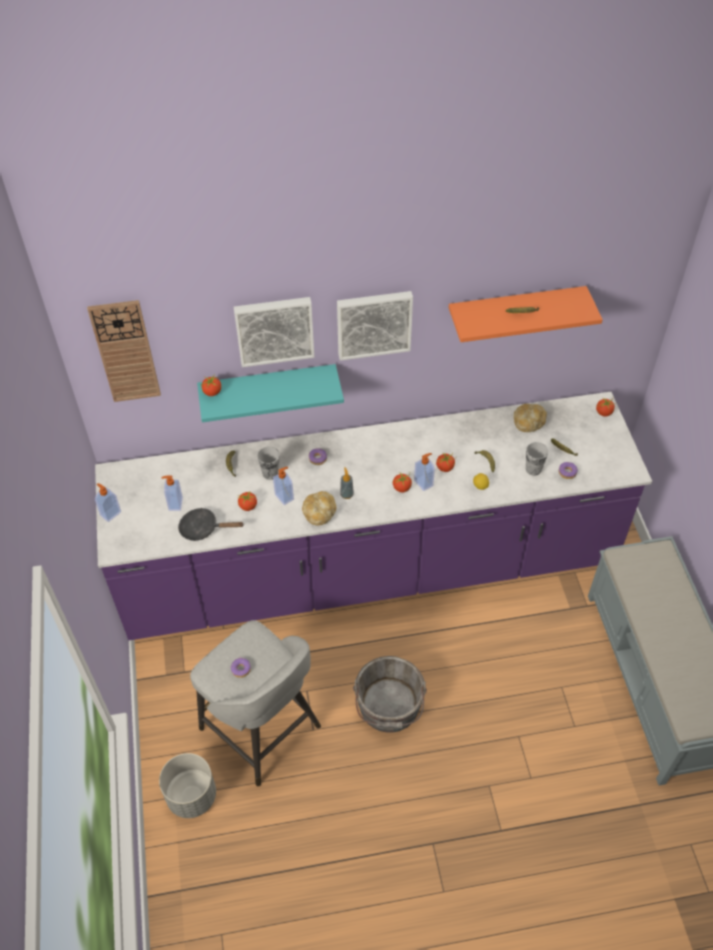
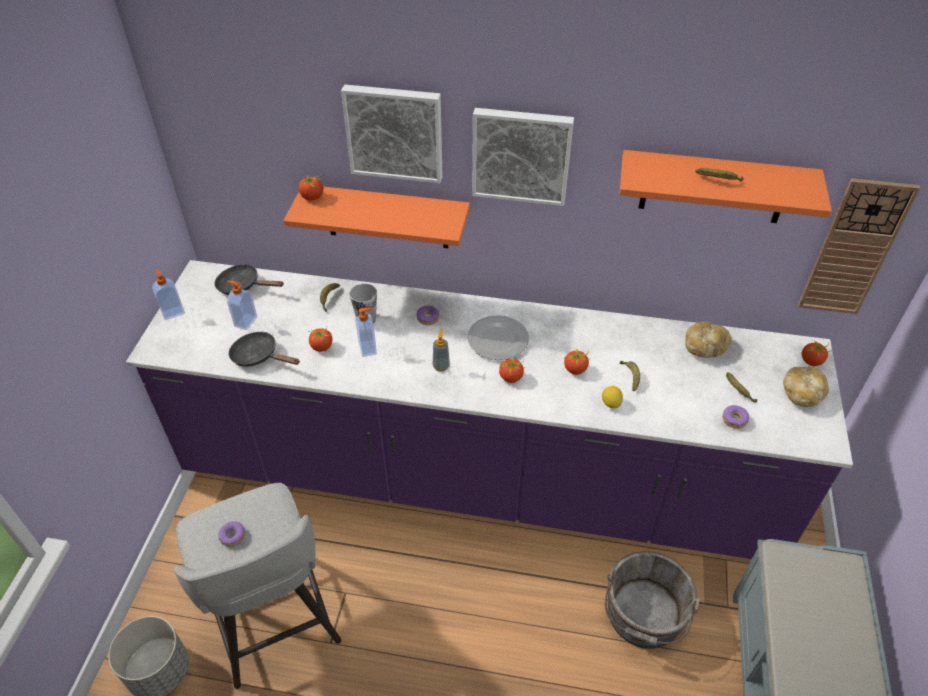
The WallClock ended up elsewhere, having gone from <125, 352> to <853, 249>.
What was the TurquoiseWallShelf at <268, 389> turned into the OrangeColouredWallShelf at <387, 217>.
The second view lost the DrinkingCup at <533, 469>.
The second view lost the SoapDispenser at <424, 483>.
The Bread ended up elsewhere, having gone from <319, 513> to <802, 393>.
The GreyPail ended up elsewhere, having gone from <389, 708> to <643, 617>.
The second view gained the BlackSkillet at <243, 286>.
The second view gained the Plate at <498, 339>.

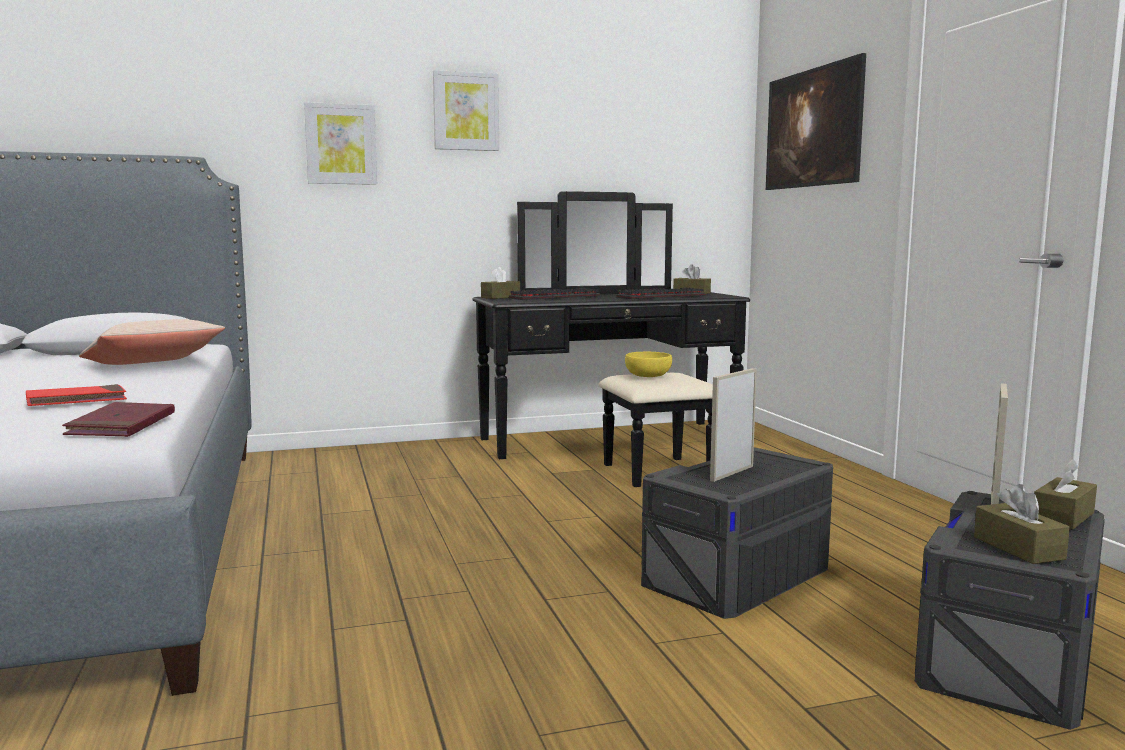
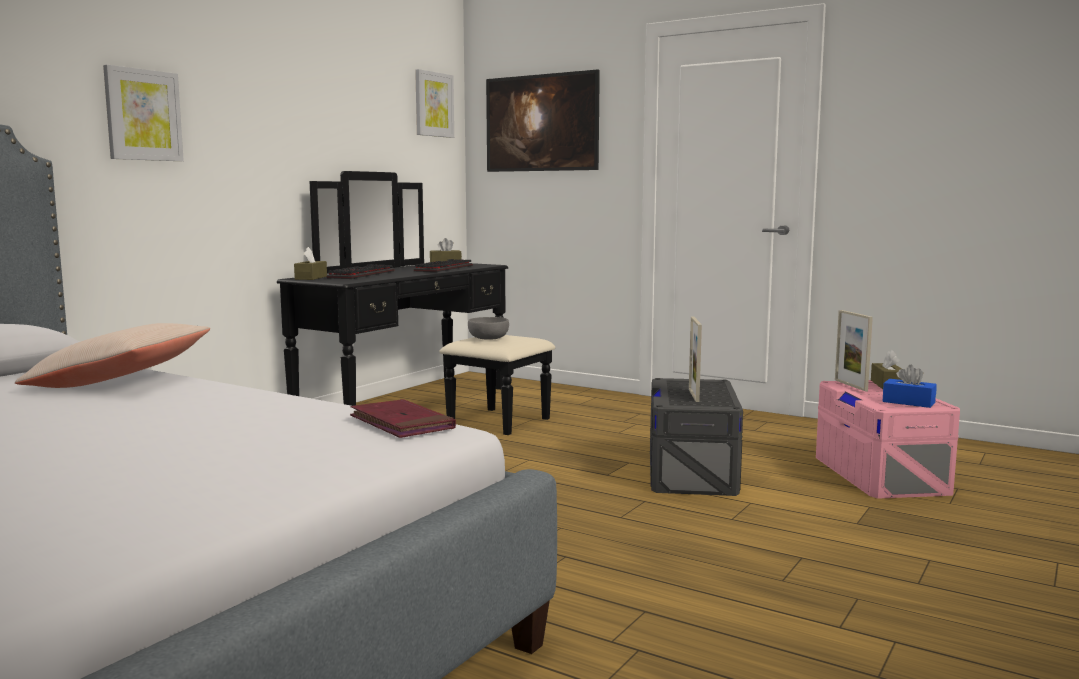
The Picture ended up elsewhere, having gone from <466, 111> to <433, 104>.
What was the YellowishBowl at <647, 375> turned into the GreyBowl at <488, 338>.
The second view lost the ReddishBoundBook at <76, 400>.
What was the BrownTissueHolder at <1018, 548> turned into the BluishTissueHolder at <908, 402>.
What was the GreyStorageBox at <1007, 658> turned into the PinkColouredStorageBox at <880, 474>.

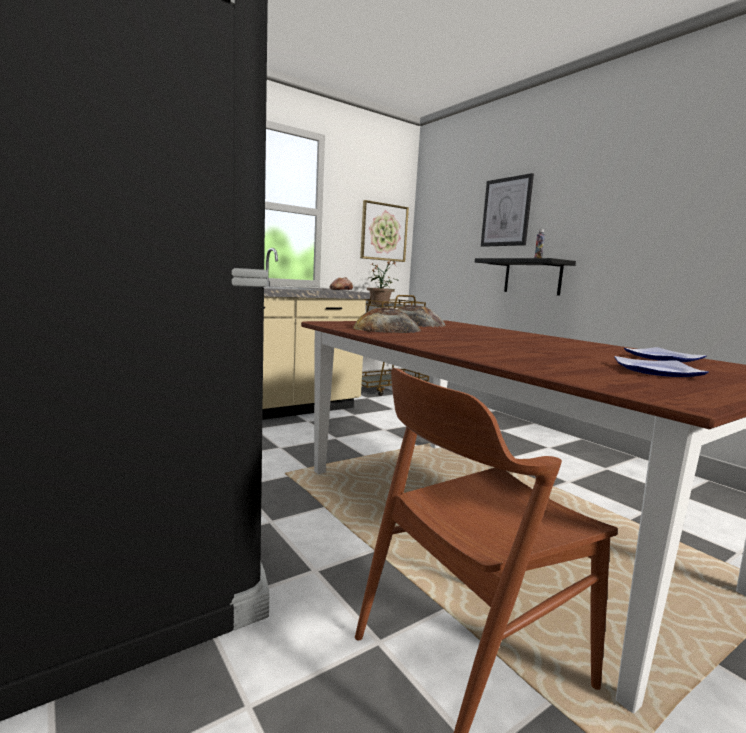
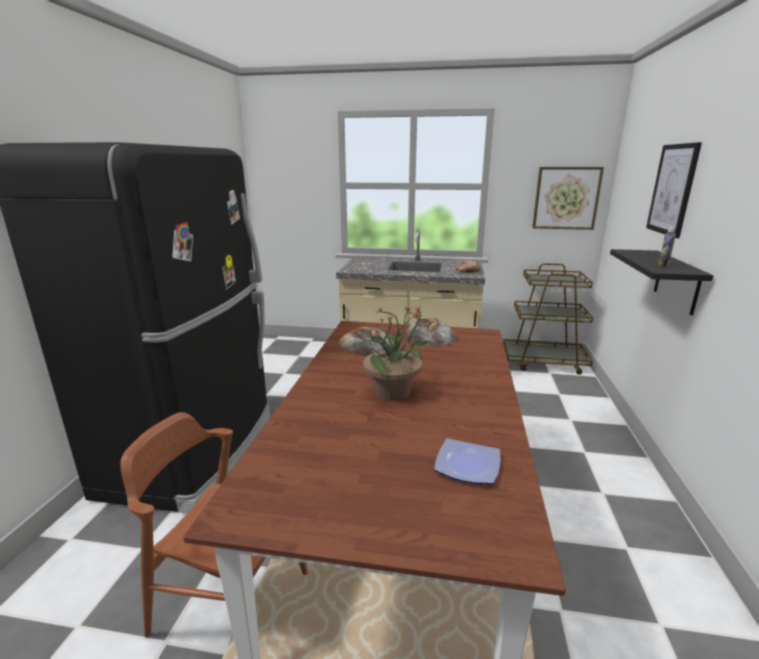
The PottedPlant ended up elsewhere, having gone from <380, 304> to <393, 392>.
The second view lost the Plate at <657, 371>.

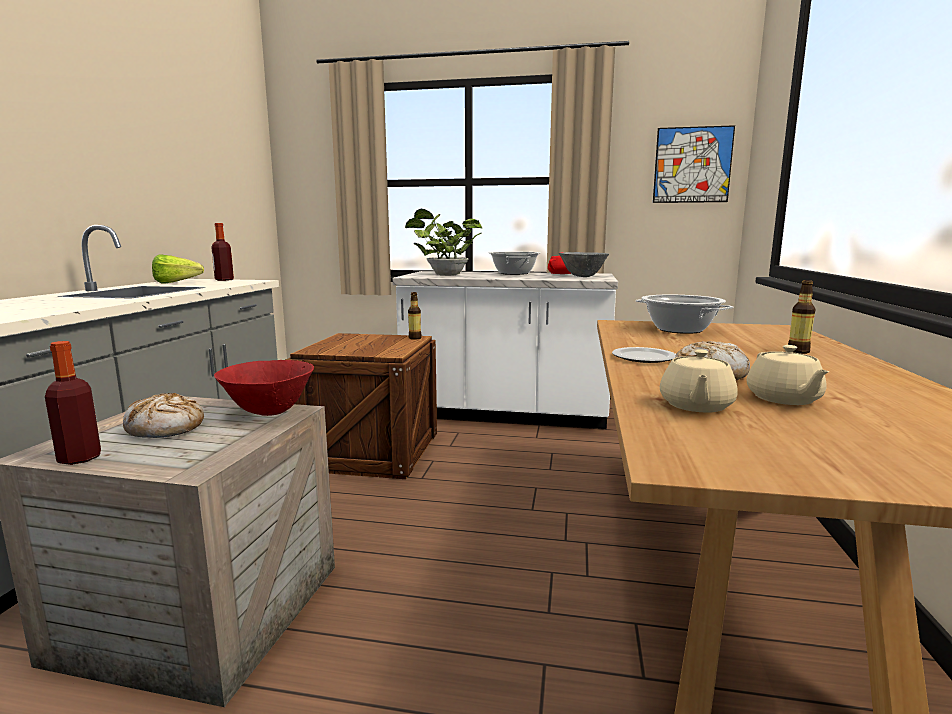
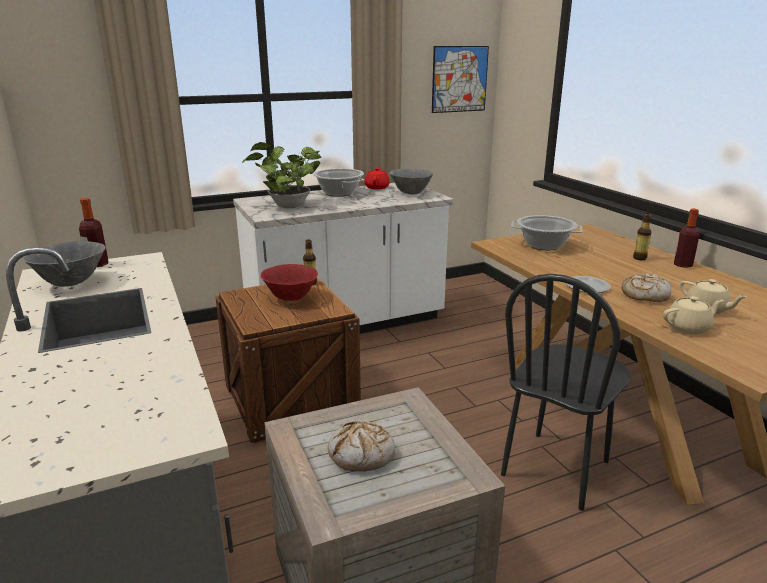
Where the LettuceHead stood at <180, 283>, the GreyBowl came to stand at <71, 284>.
The DrinkBottle ended up elsewhere, having gone from <79, 458> to <683, 265>.
The BeigeColouredTeapot at <695, 406> ended up facing another way, 90 degrees counterclockwise from before.
The ReddishBowl ended up elsewhere, having gone from <269, 412> to <290, 298>.
The second view gained the BlackChair at <556, 468>.

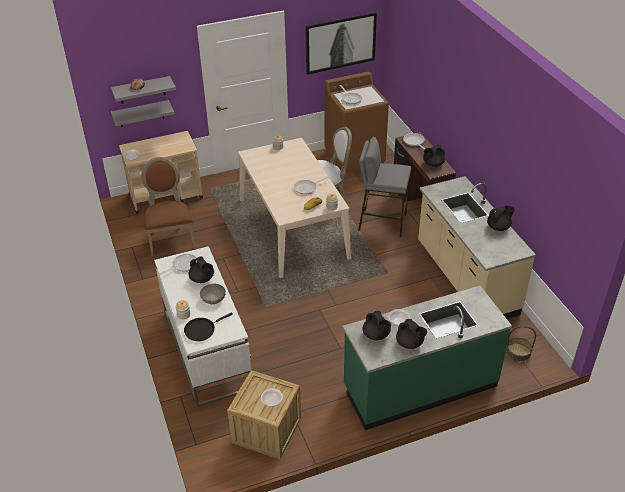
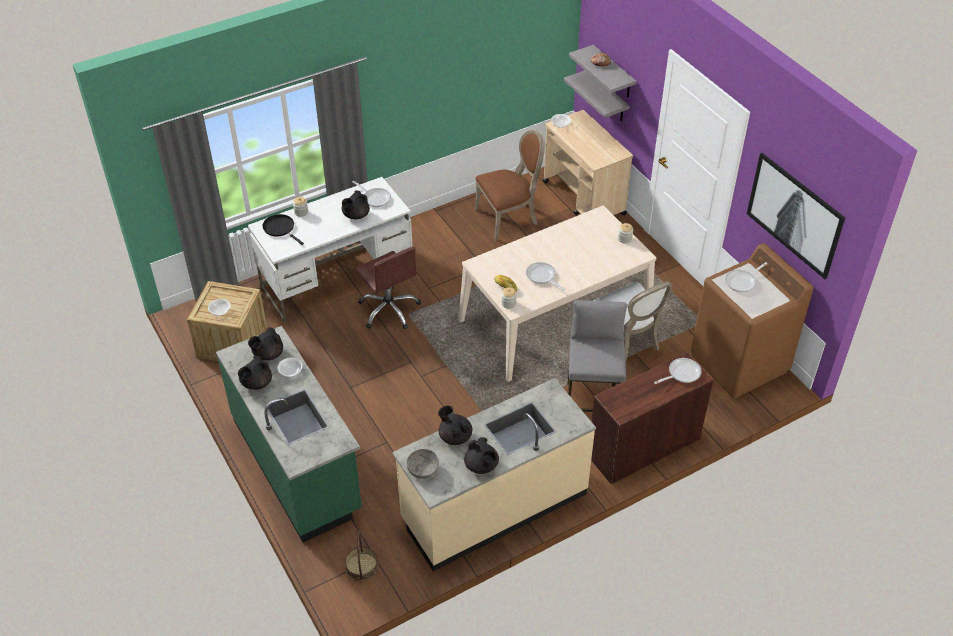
The BlackTeapot ended up elsewhere, having gone from <433, 164> to <455, 436>.
The GreyBowl ended up elsewhere, having gone from <213, 299> to <423, 469>.
The second view gained the BrownComputerChair at <389, 309>.

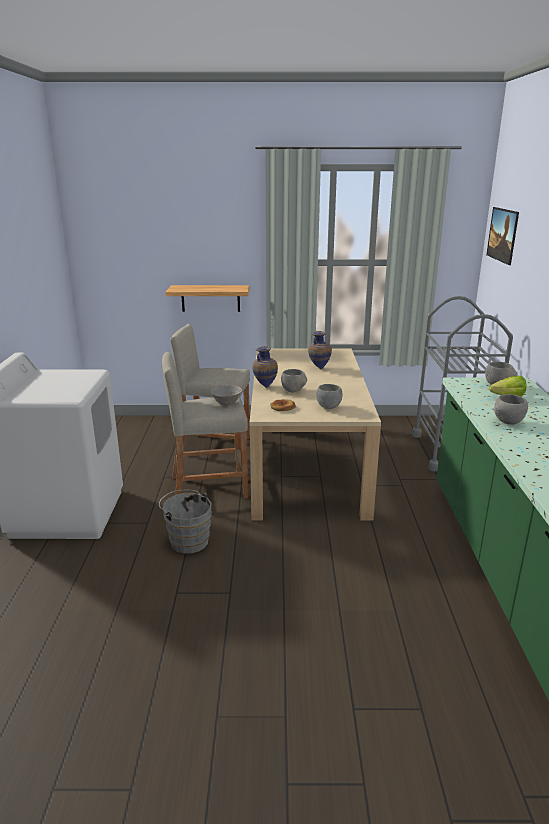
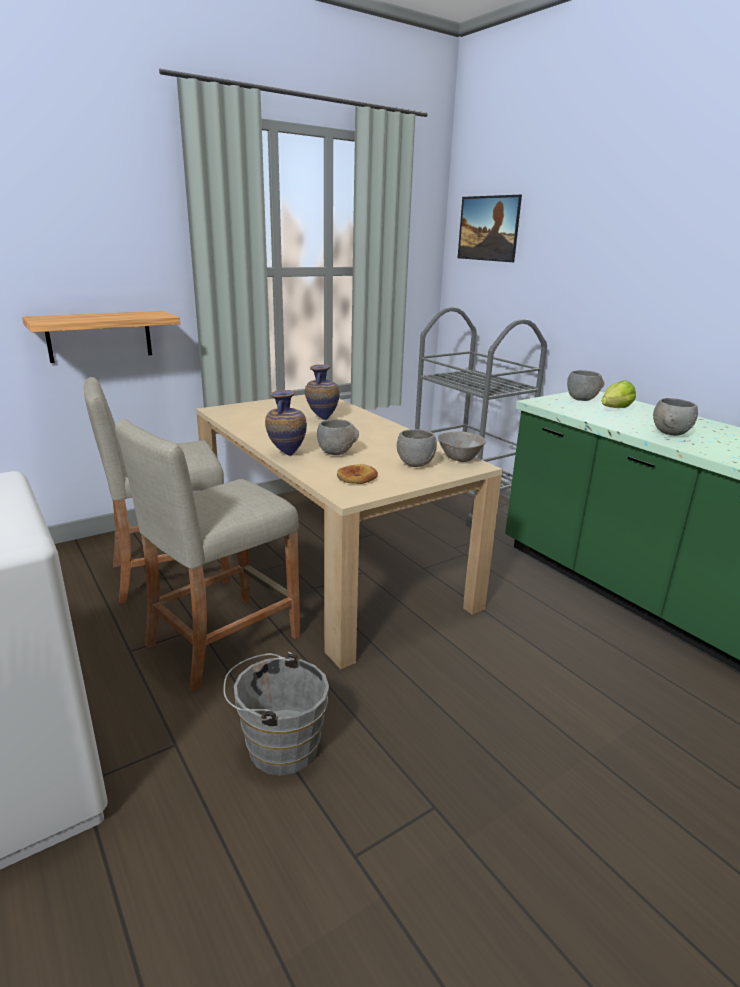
The GreyBowl ended up elsewhere, having gone from <227, 403> to <460, 458>.

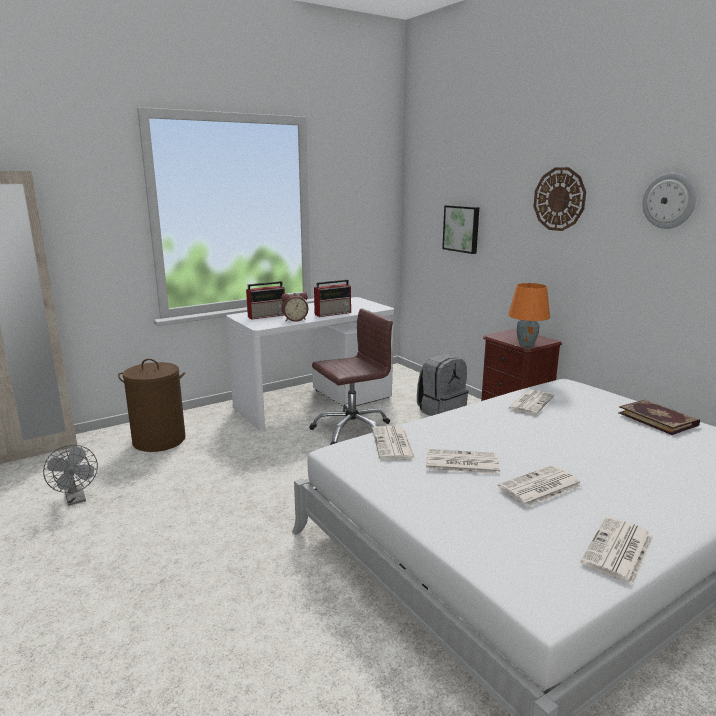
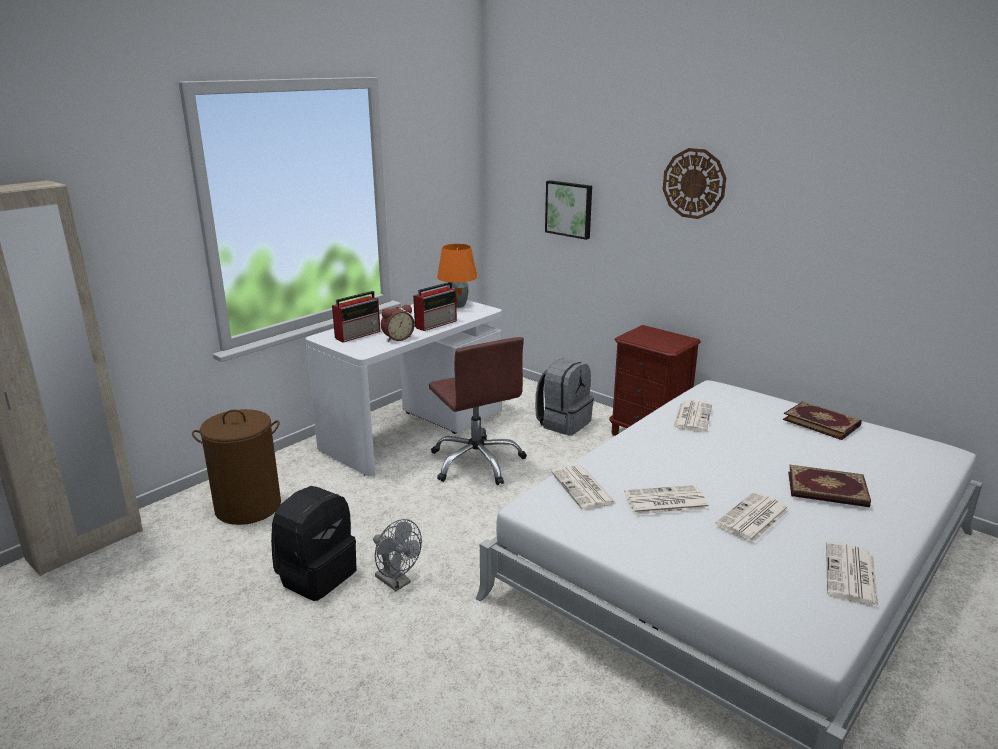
The second view lost the WallClock at <669, 201>.
The OrangeColouredTableLamp ended up elsewhere, having gone from <526, 344> to <458, 305>.
The BrownComputerChair at <352, 431> ended up facing another way, 105 degrees clockwise from before.
The GreyCoolingFan ended up elsewhere, having gone from <76, 499> to <397, 582>.
The second view gained the BoundBook at <827, 490>.
The second view gained the BlackBackpack at <316, 575>.

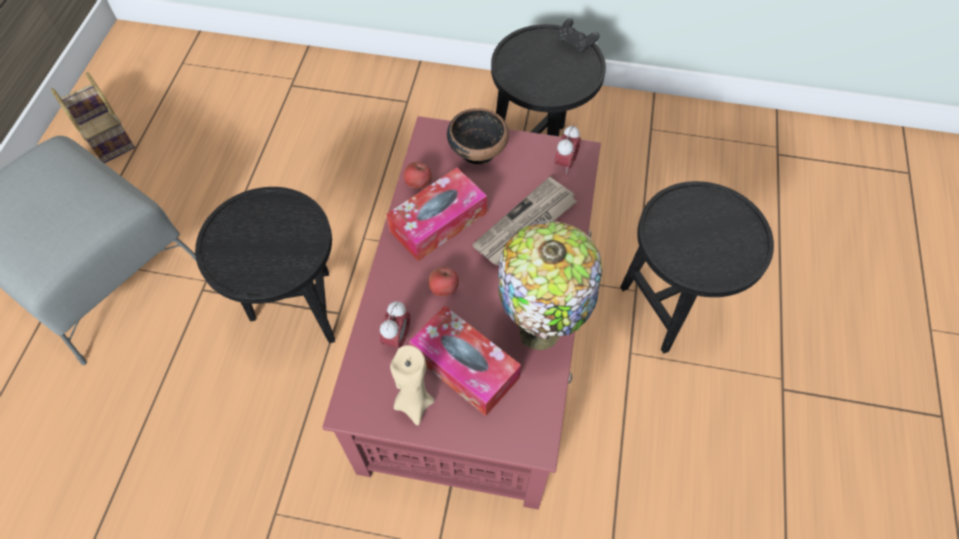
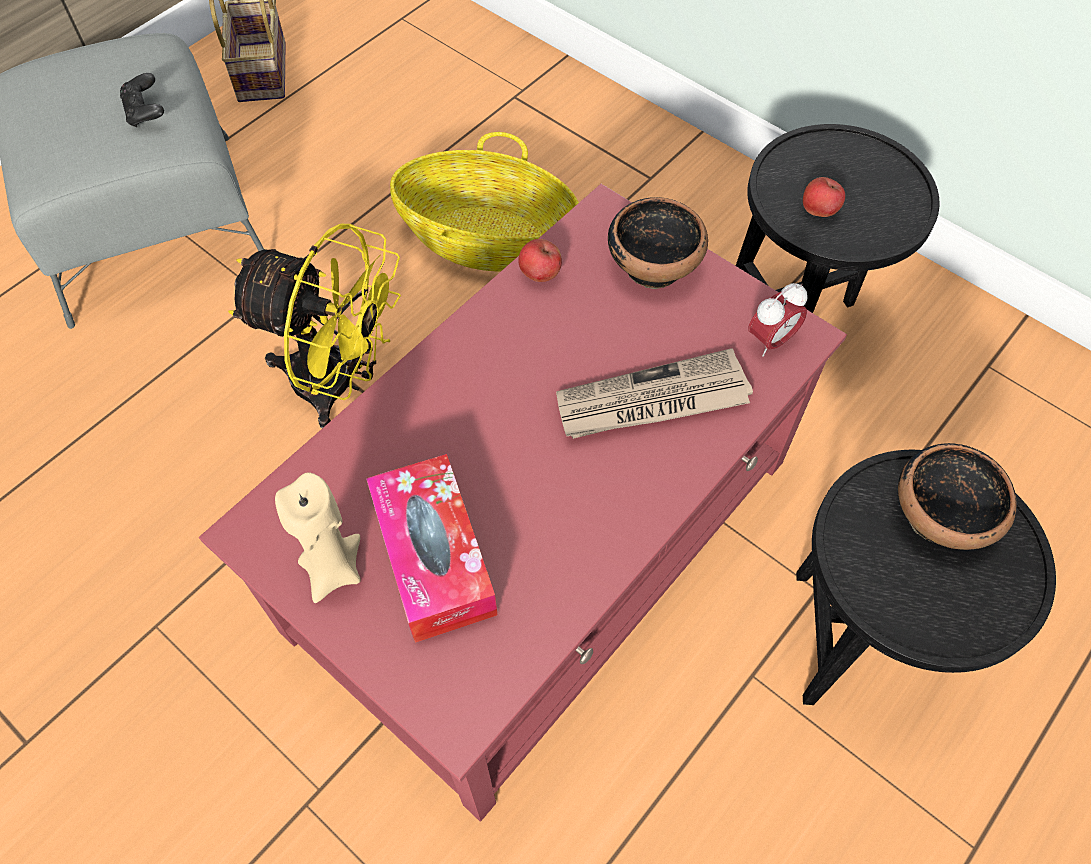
The BlackJoypad ended up elsewhere, having gone from <576, 42> to <146, 112>.
The second view lost the TissueHolder at <438, 222>.
Where the BlackAccentTable stood at <296, 311>, the YellowishCoolingFan came to stand at <340, 384>.
The second view lost the TableLamp at <542, 329>.
The Apple ended up elsewhere, having gone from <443, 288> to <818, 210>.
The second view lost the BedsideClock at <397, 338>.
The second view gained the HouseholdBasket at <487, 239>.
The second view gained the Bowl at <942, 515>.

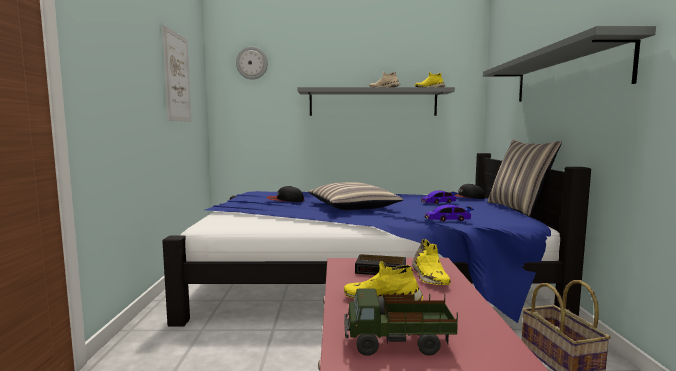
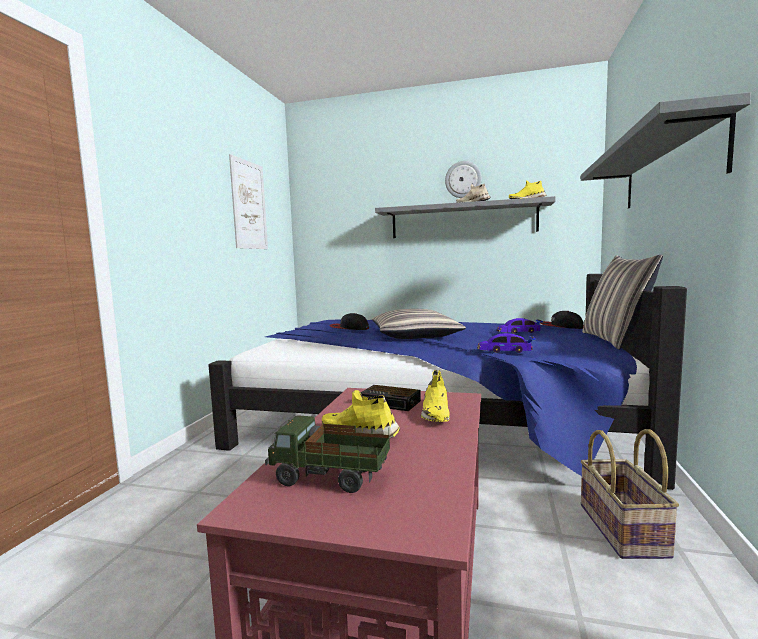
The WallClock ended up elsewhere, having gone from <252, 63> to <463, 179>.

